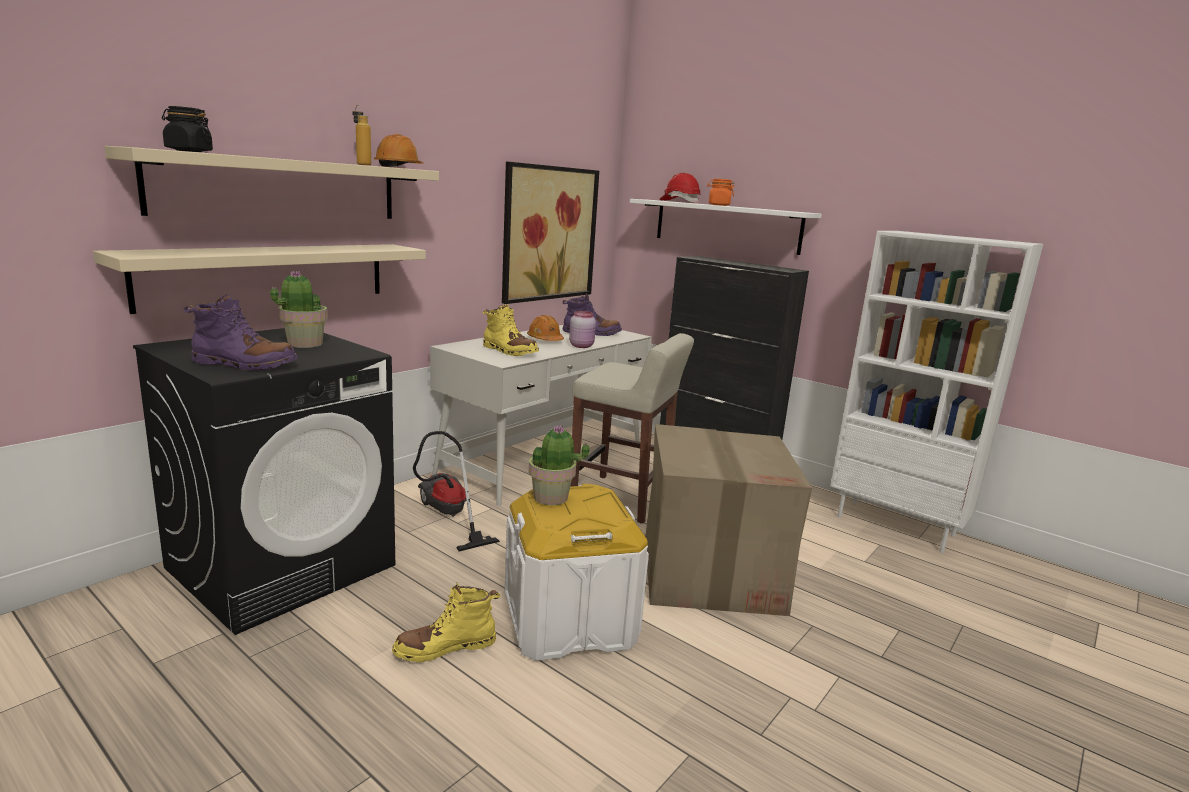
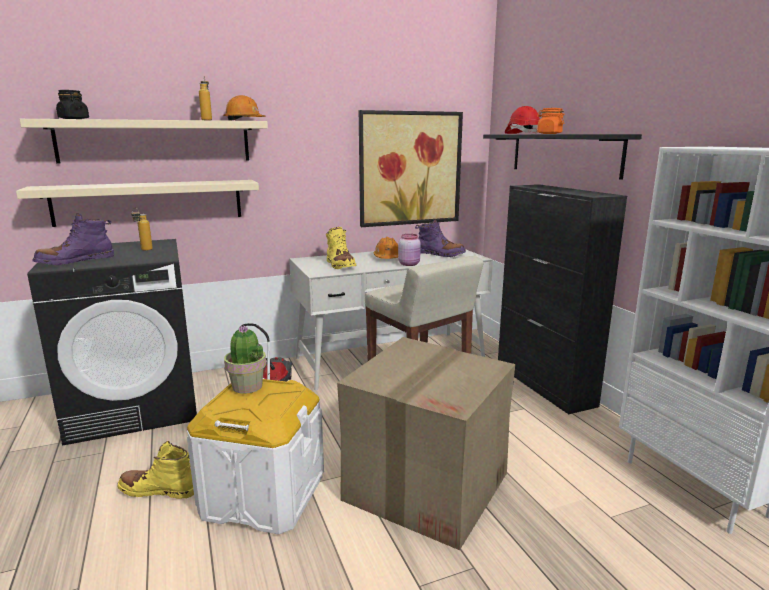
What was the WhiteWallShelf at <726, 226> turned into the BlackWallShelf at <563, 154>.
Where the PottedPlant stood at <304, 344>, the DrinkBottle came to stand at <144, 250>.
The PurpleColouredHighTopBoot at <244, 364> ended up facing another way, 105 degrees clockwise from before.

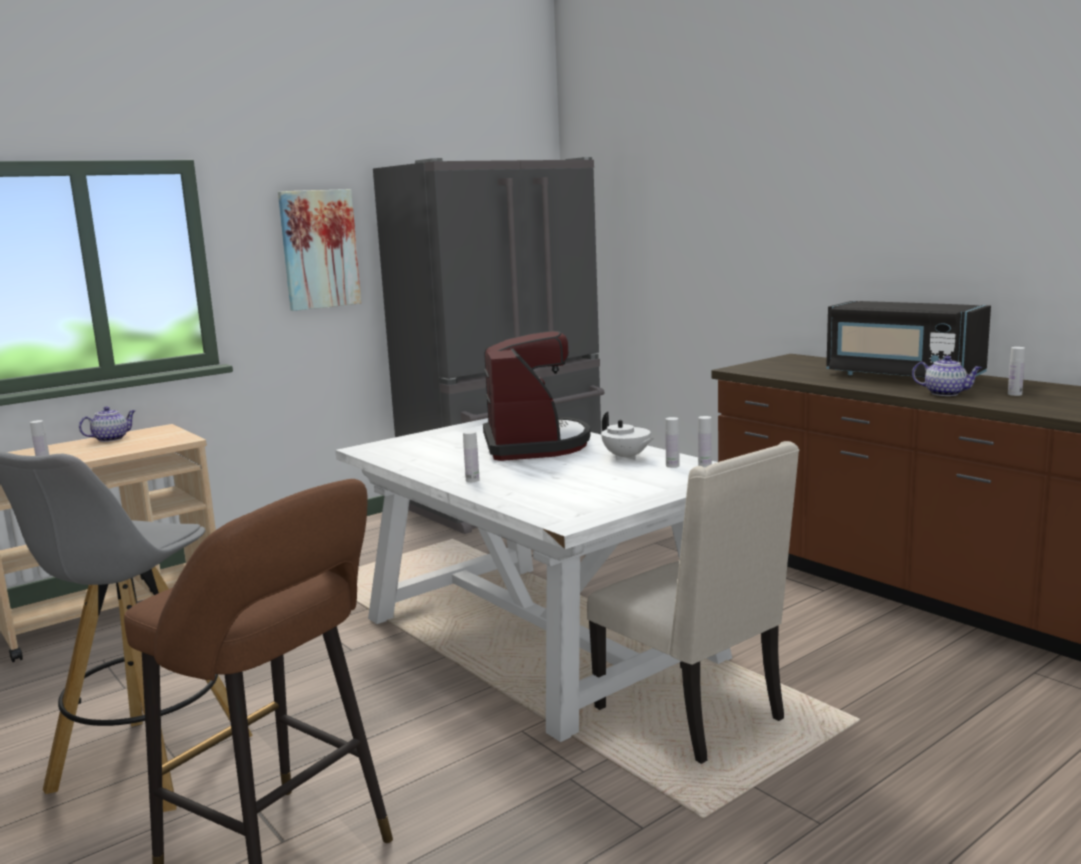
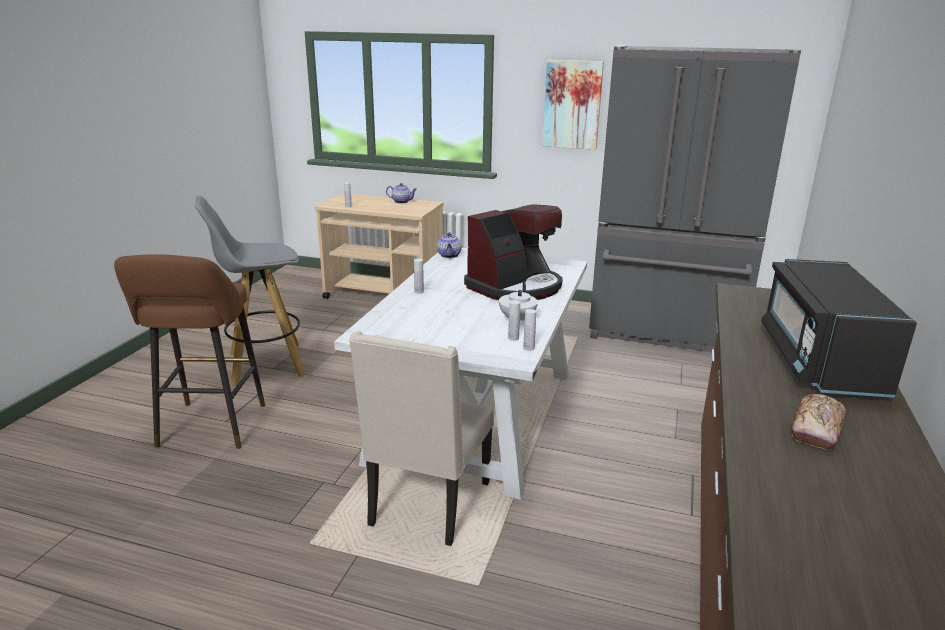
Where the WhiteDrinkBottle stood at <1014, 394>, the Bread came to stand at <817, 428>.
The Teapot ended up elsewhere, having gone from <946, 393> to <449, 256>.

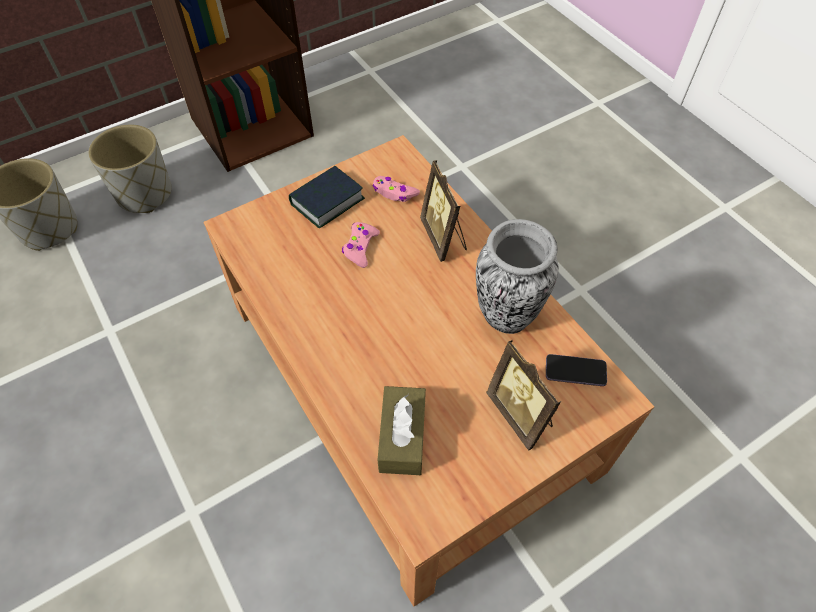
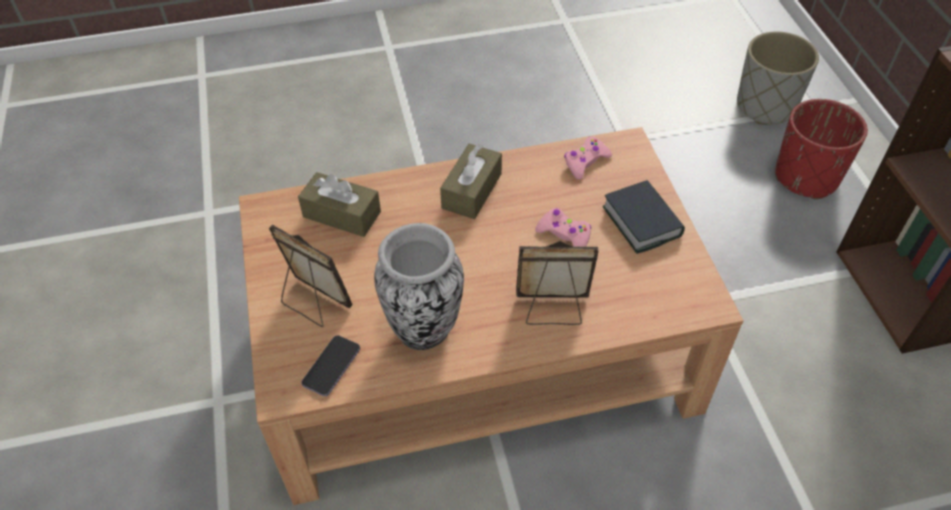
What was the GreyPlanter at <144, 194> turned into the ReddishPlanter at <807, 177>.
The PinkColouredJoypad ended up elsewhere, having gone from <394, 193> to <585, 162>.
The PhotoFrame at <521, 414> ended up facing another way, 45 degrees clockwise from before.
The second view gained the BrownTissueHolder at <471, 191>.

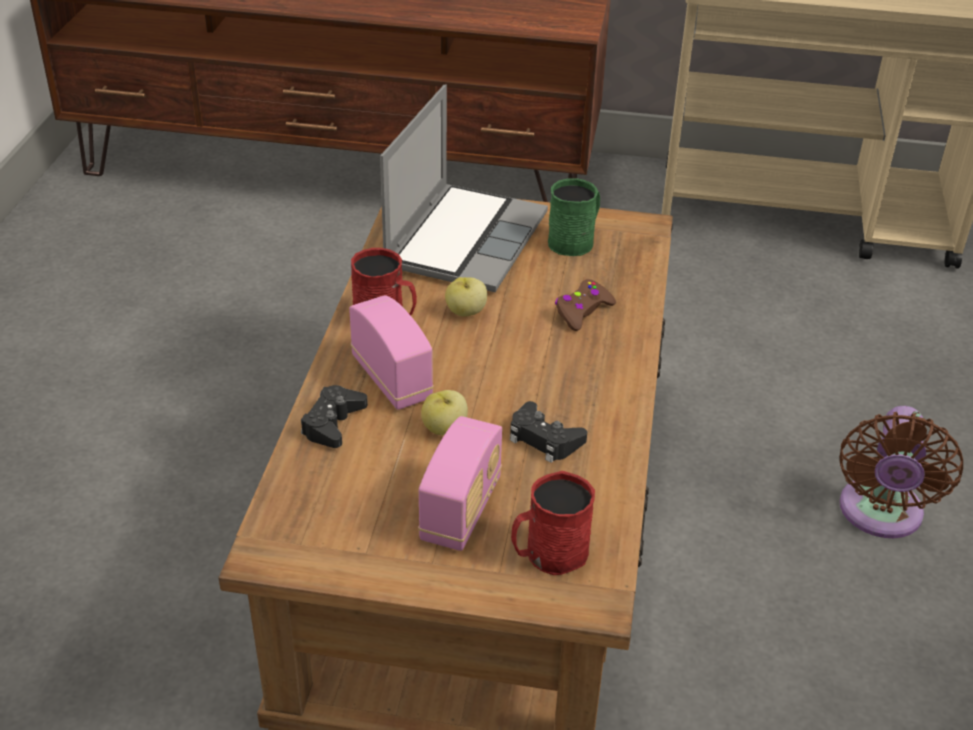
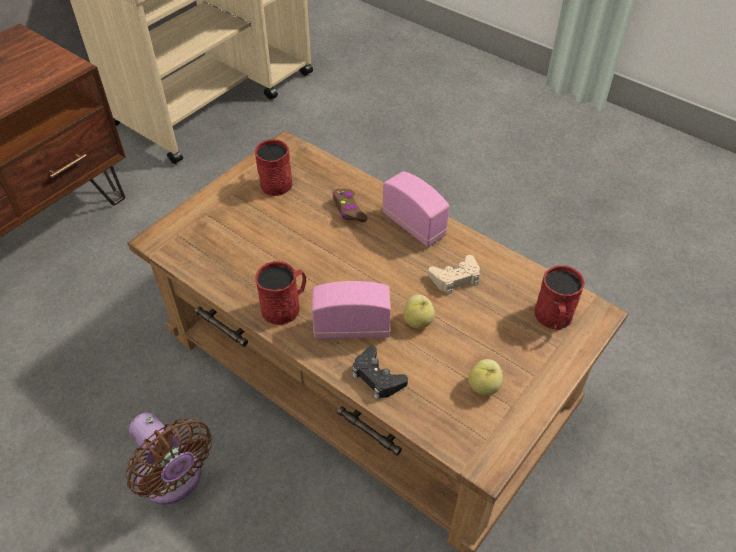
The second view lost the PortableComputer at <465, 239>.
What was the GreenCoffeeMug at <575, 240> turned into the ReddishCoffeeMug at <275, 181>.
The Apple ended up elsewhere, having gone from <465, 312> to <484, 386>.
What was the BlackJoypad at <544, 439> turned into the BeigeColouredJoypad at <455, 278>.
The BrownCoolingFan ended up elsewhere, having gone from <879, 515> to <174, 480>.
The RadioSet ended up elsewhere, having gone from <461, 510> to <414, 225>.

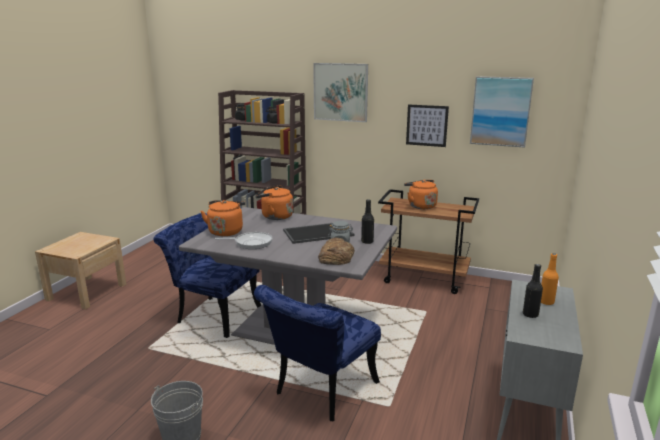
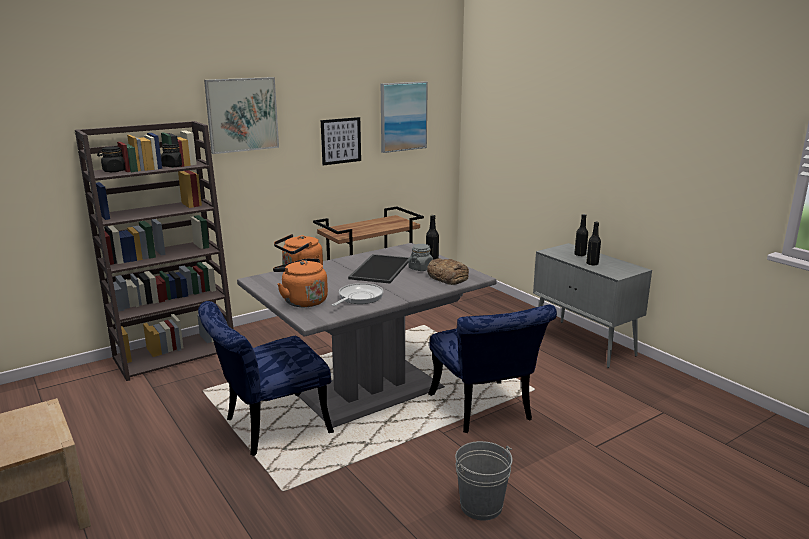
The second view lost the OrangeColouredTeaKettle at <420, 206>.
What was the OrangeColouredDrinkBottle at <546, 302> turned into the BlackDrinkBottle at <580, 254>.

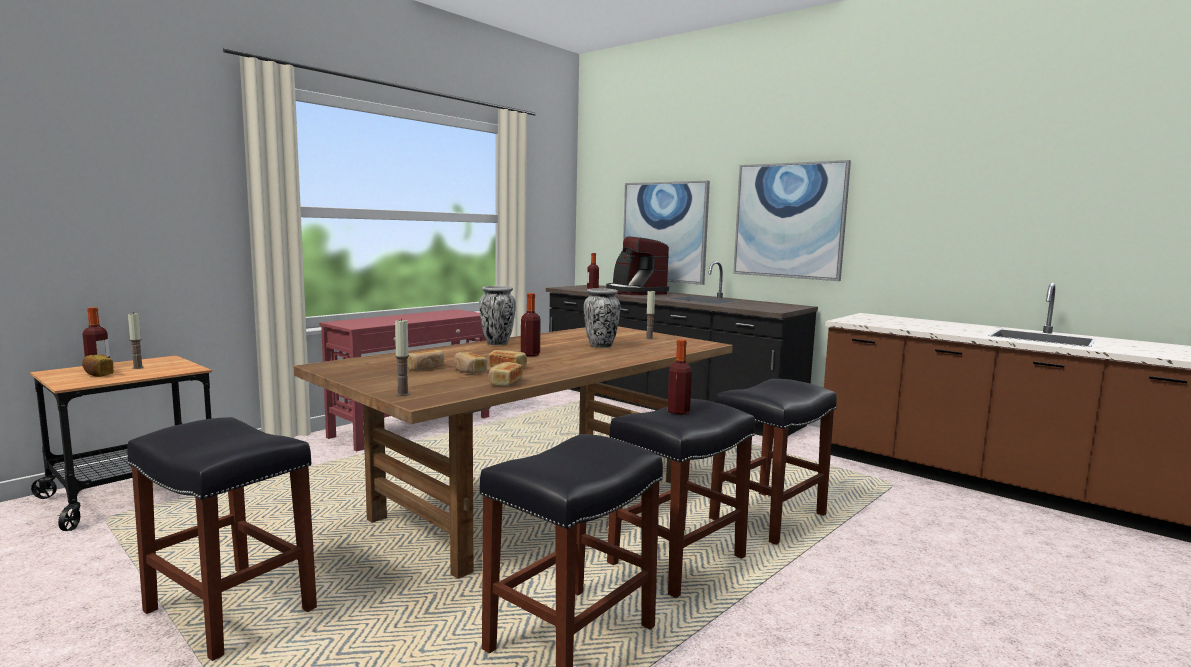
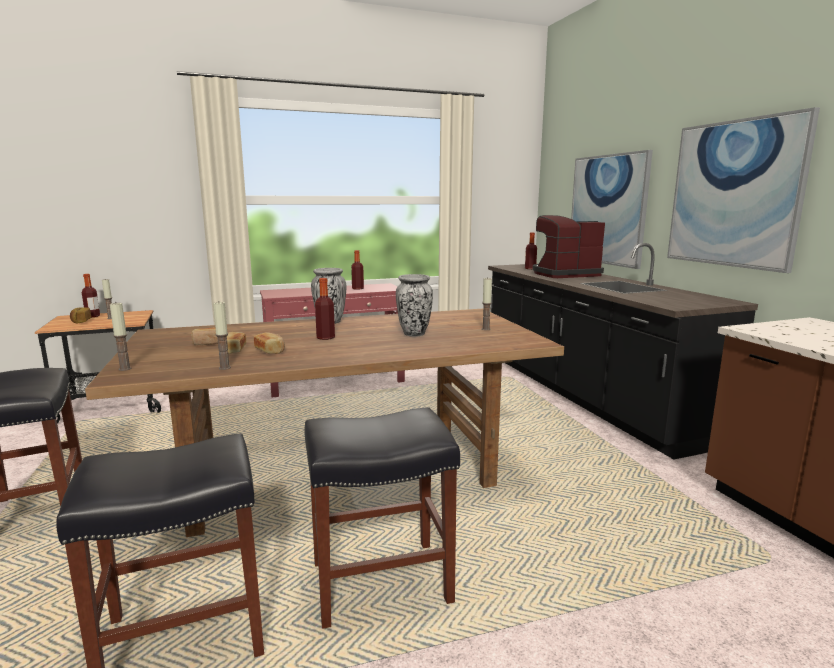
The CoffeeMaker at <635, 292> ended up facing another way, 75 degrees clockwise from before.
The DrinkBottle ended up elsewhere, having gone from <678, 411> to <357, 288>.
Where the Bread stood at <504, 383>, the WaxLight came to stand at <225, 368>.
The second view lost the BlackStoolSeat at <768, 518>.

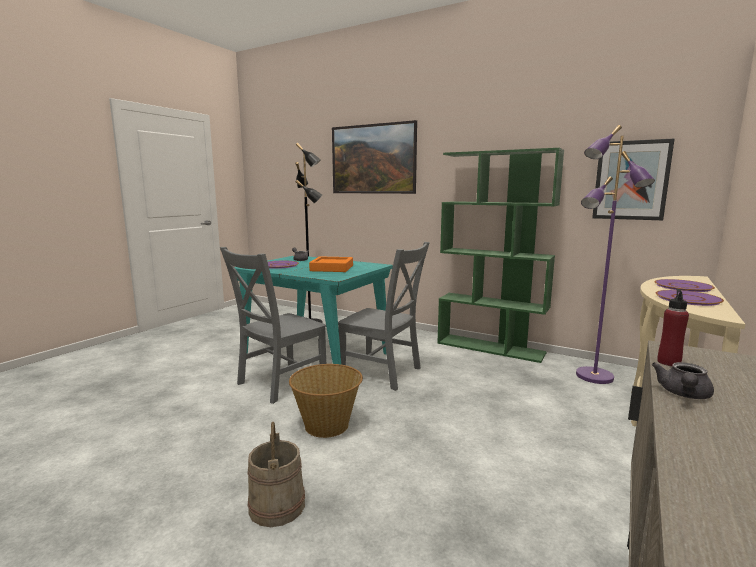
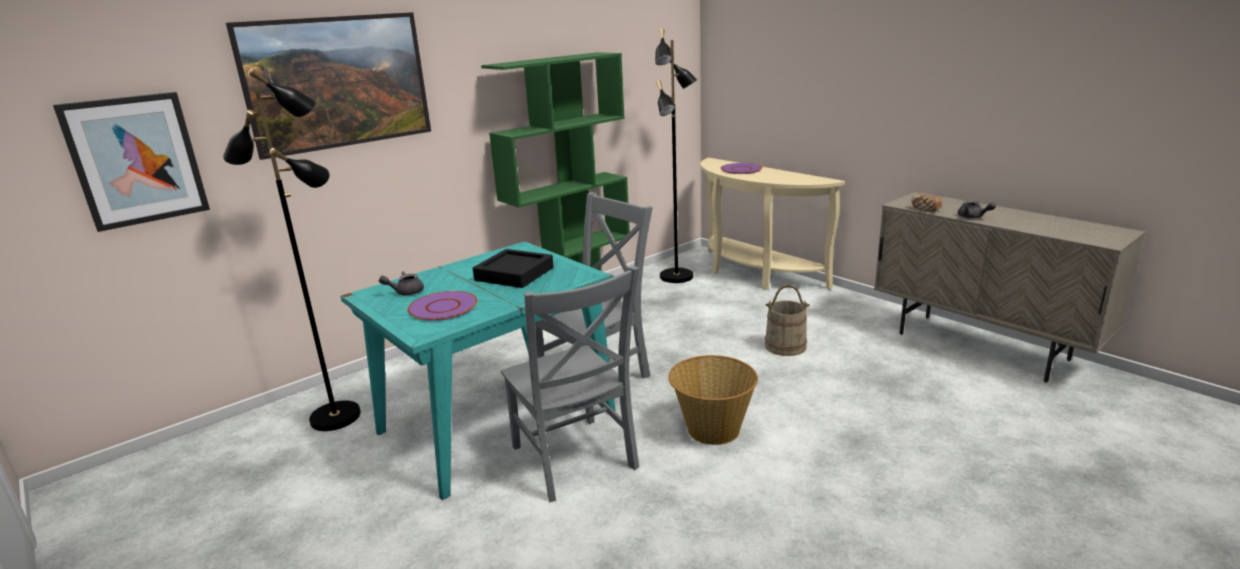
What was the PurpleColouredFloorLamp at <594, 377> turned into the BlackFloorLamp at <677, 277>.
The Picture ended up elsewhere, having gone from <631, 180> to <136, 160>.
What was the OrangeColouredServingTray at <332, 268> turned into the BlackServingTray at <514, 274>.
Where the ReddishDrinkBottle stood at <668, 362>, the Bread came to stand at <925, 209>.
The second view lost the PurpleColouredPlate at <687, 299>.
The BeigeColouredPail ended up elsewhere, having gone from <277, 506> to <785, 346>.

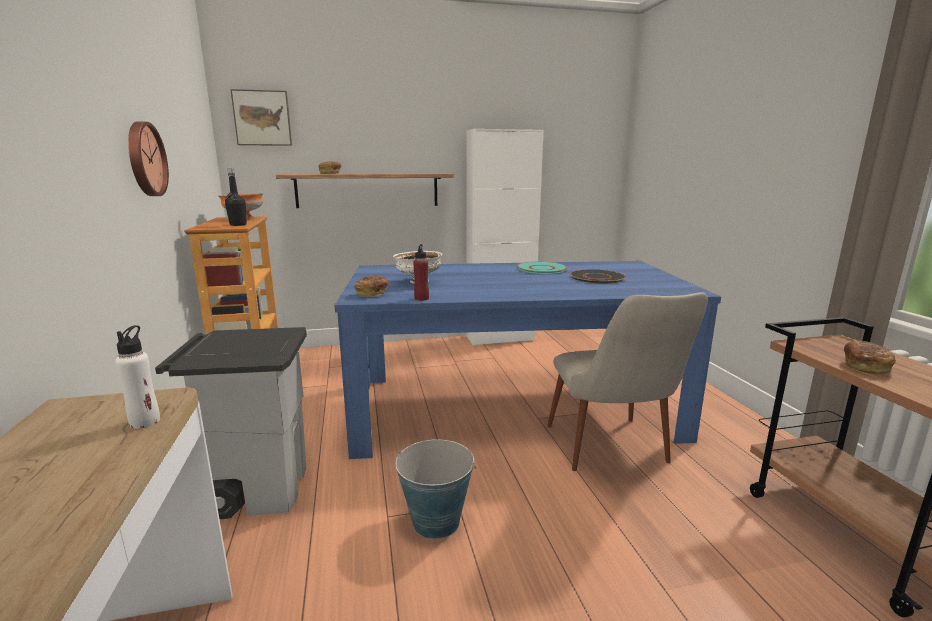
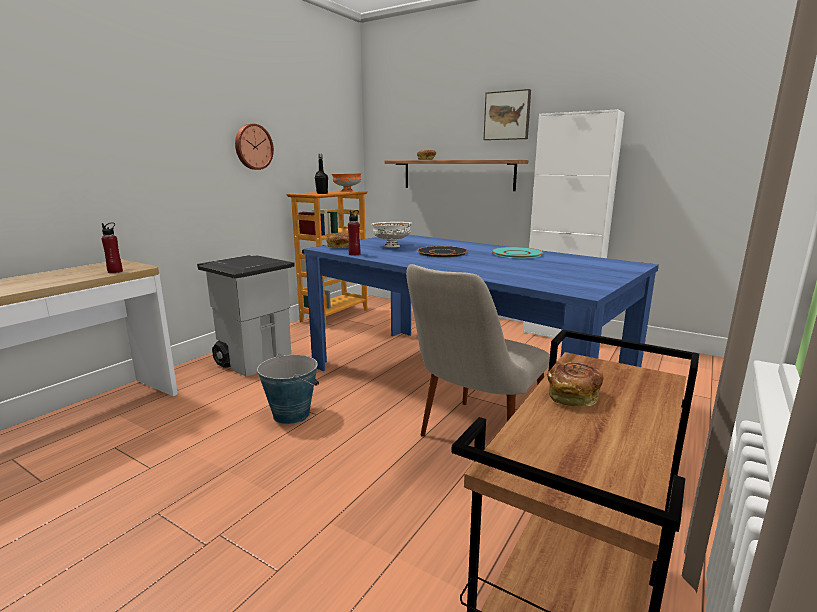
The Picture ended up elsewhere, having gone from <262, 118> to <507, 115>.
The BlackPlate ended up elsewhere, having gone from <597, 277> to <442, 252>.
What was the WhiteDrinkBottle at <145, 421> turned into the ReddishDrinkBottle at <115, 271>.

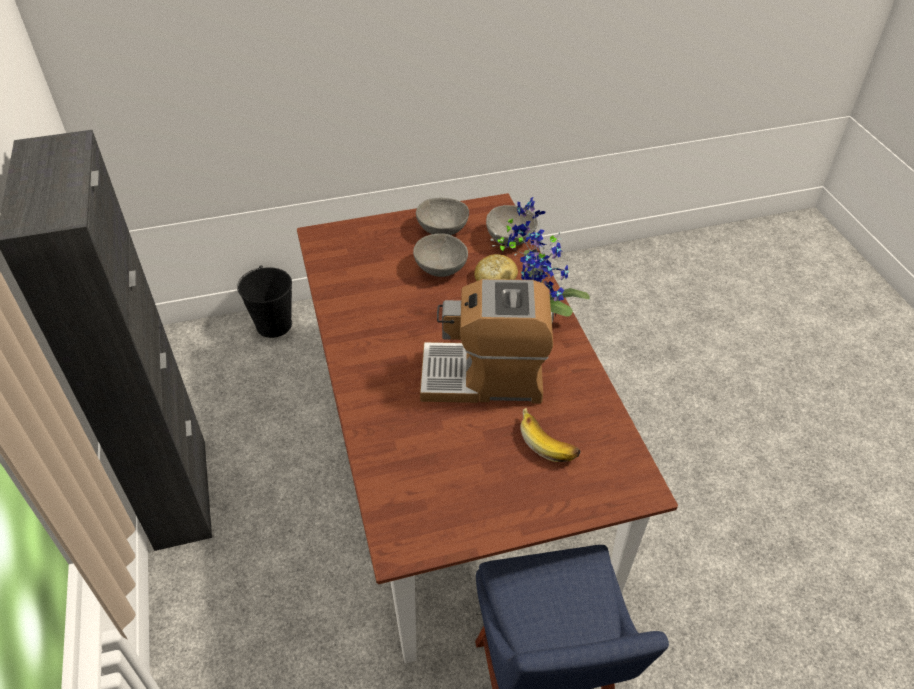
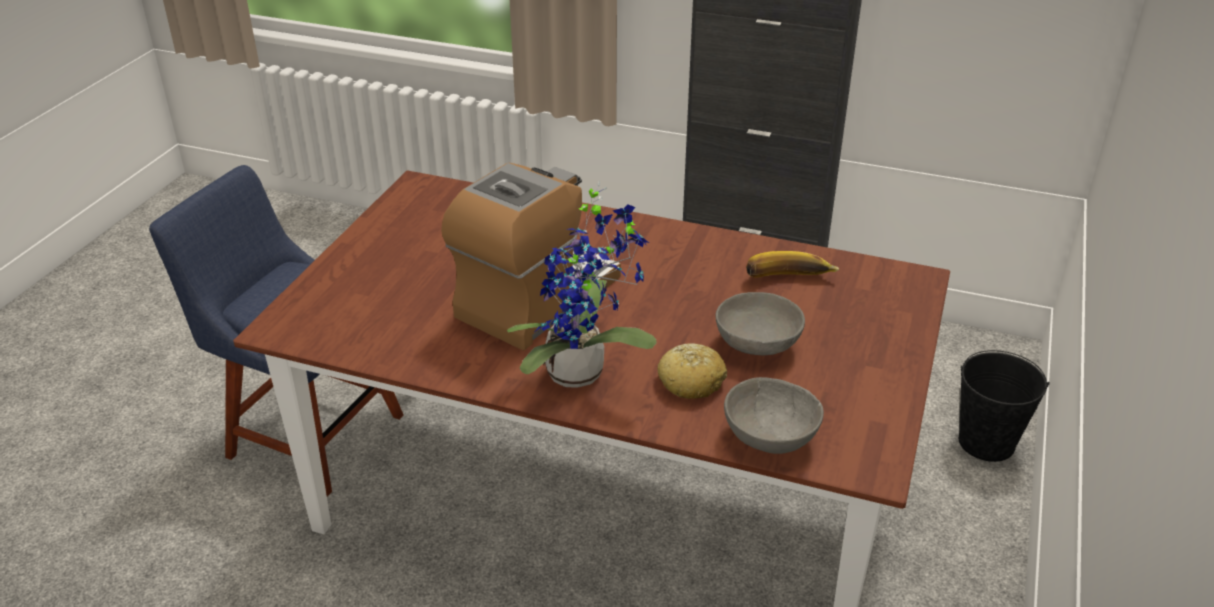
The second view lost the GreyBowl at <441, 230>.
The Banana ended up elsewhere, having gone from <549, 441> to <789, 281>.

